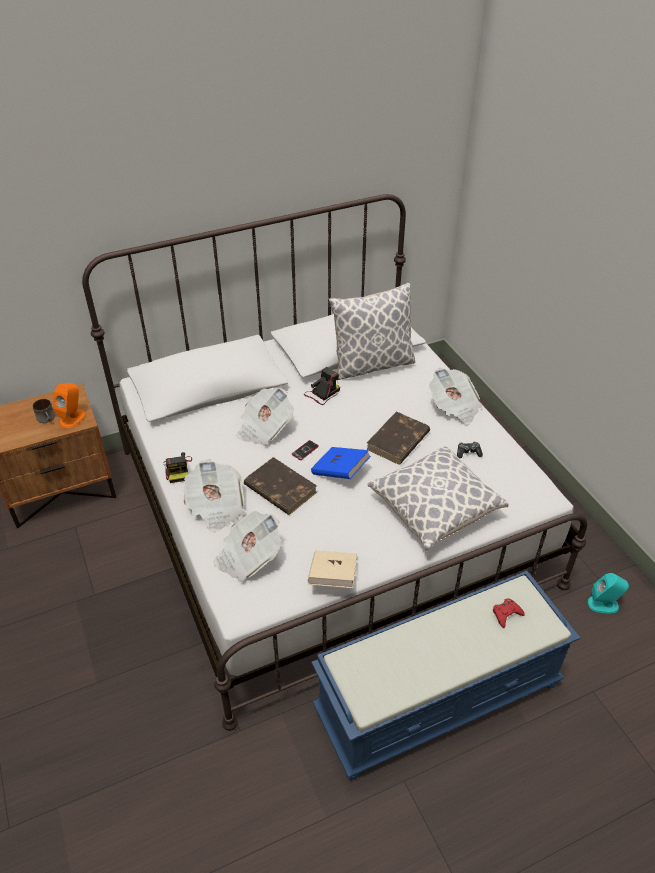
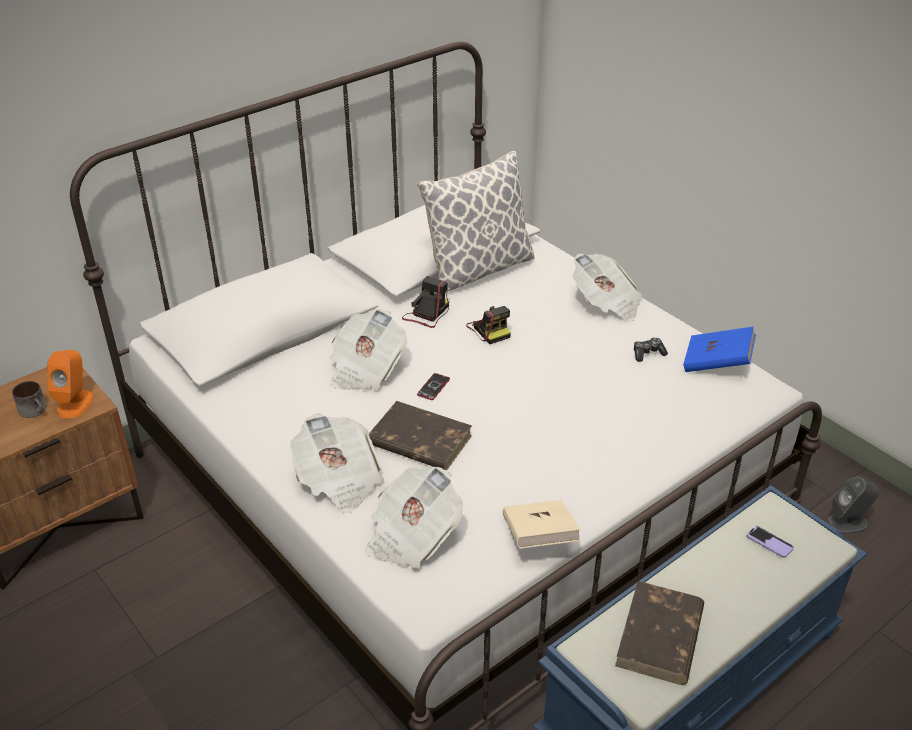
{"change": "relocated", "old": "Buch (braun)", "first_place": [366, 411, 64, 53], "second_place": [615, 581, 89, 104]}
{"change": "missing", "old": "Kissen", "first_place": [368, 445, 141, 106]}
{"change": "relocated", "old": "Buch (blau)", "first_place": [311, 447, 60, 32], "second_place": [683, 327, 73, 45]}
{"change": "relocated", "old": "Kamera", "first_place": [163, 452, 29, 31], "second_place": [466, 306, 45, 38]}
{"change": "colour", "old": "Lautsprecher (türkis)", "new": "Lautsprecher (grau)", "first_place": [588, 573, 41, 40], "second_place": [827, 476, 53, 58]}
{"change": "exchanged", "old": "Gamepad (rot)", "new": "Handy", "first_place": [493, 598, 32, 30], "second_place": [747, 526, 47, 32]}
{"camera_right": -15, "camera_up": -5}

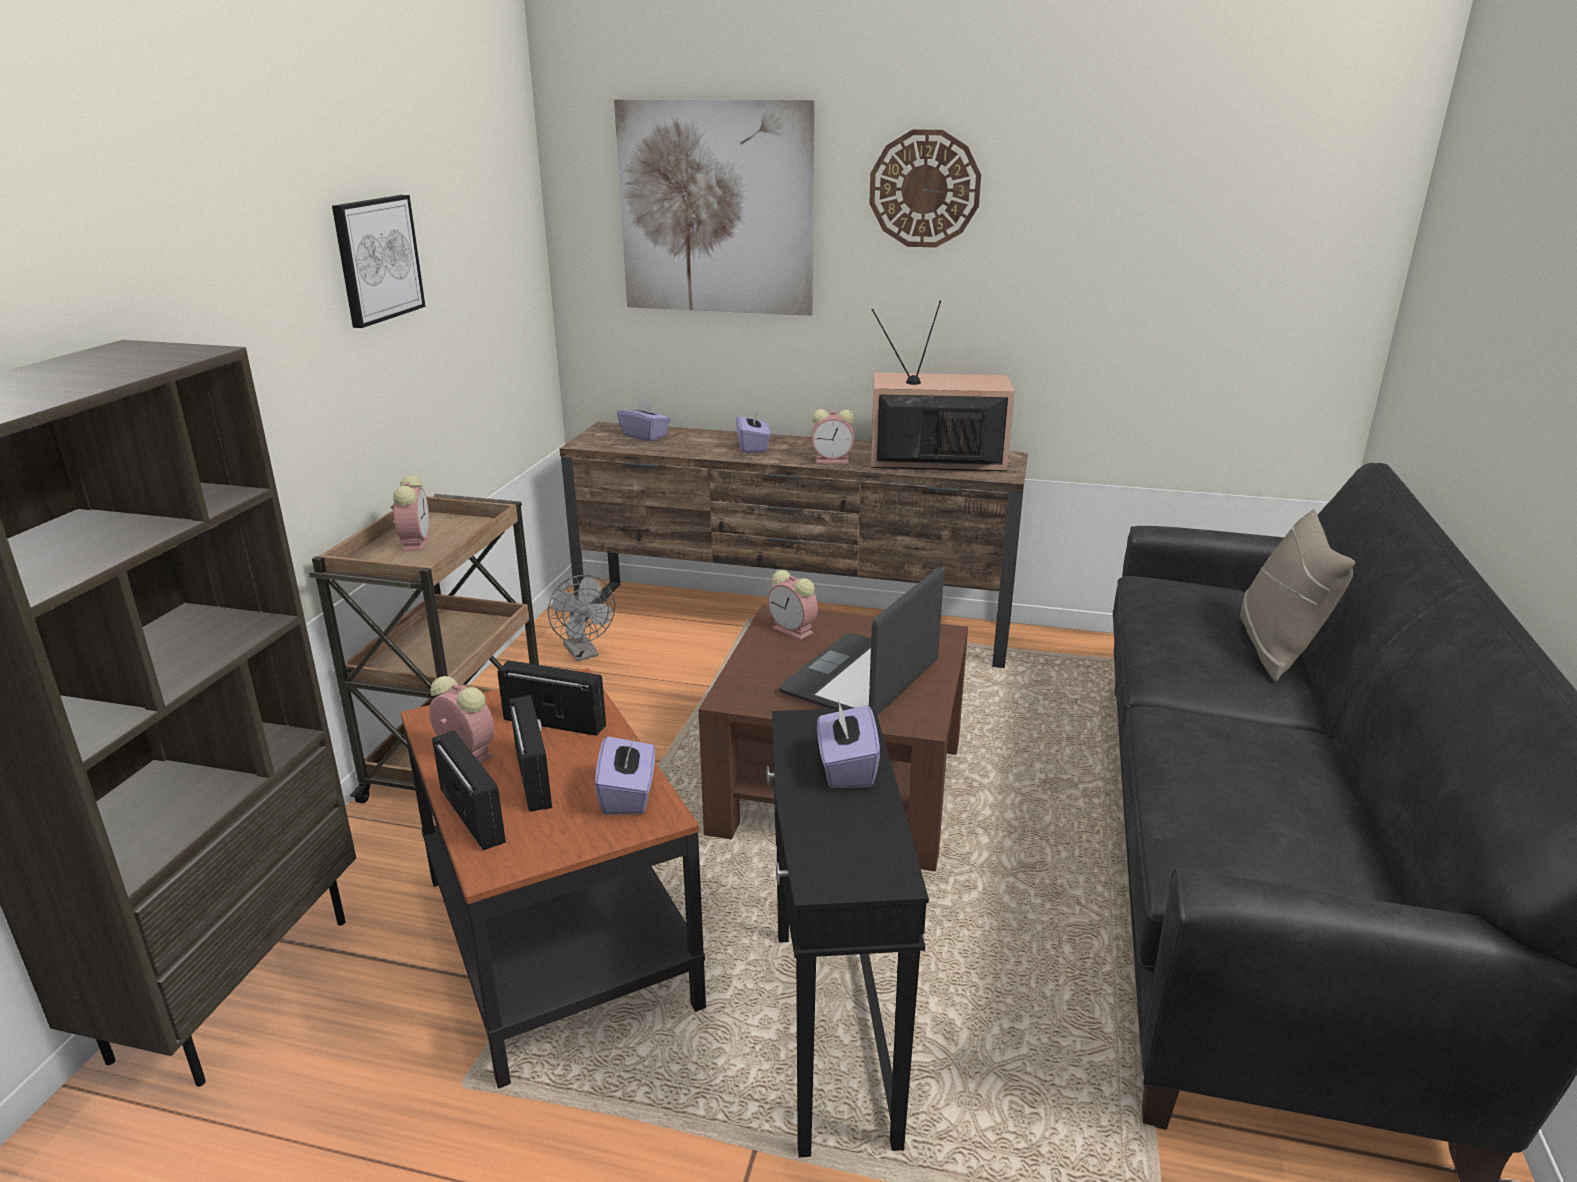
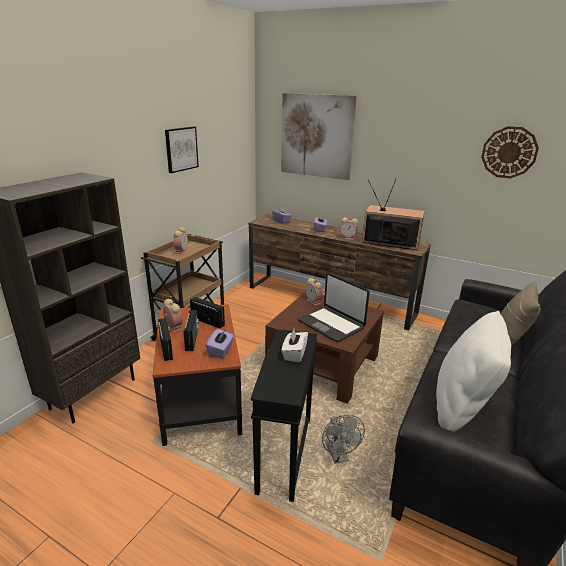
{"change": "relocated", "old": "Wanduhr", "first_place": [869, 130, 112, 118], "second_place": [481, 126, 58, 53]}
{"change": "spun", "old": "Laptop", "first_place": [779, 568, 165, 148], "second_place": [298, 273, 72, 69], "degrees": -90}
{"change": "relocated", "old": "Ventilator (grau)", "first_place": [548, 575, 67, 86], "second_place": [322, 415, 43, 49]}
{"change": "colour", "old": "Taschentuchbox (lila)", "new": "Taschentuchbox (weiß)", "first_place": [817, 702, 63, 86], "second_place": [282, 329, 26, 34]}
{"change": "appeared", "new": "Kissen (weiß)", "second_place": [436, 311, 75, 121]}
{"camera_right": 15, "camera_up": 0}

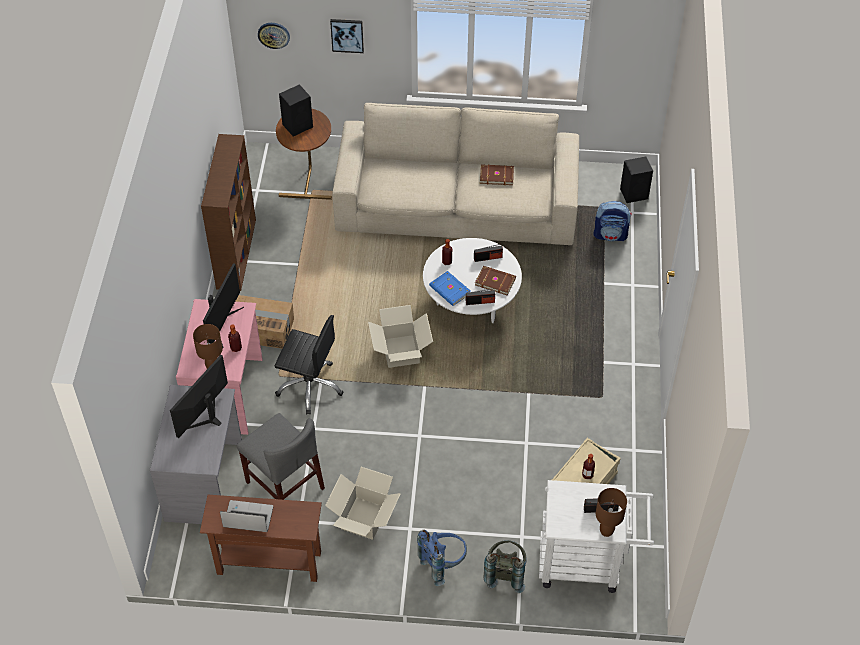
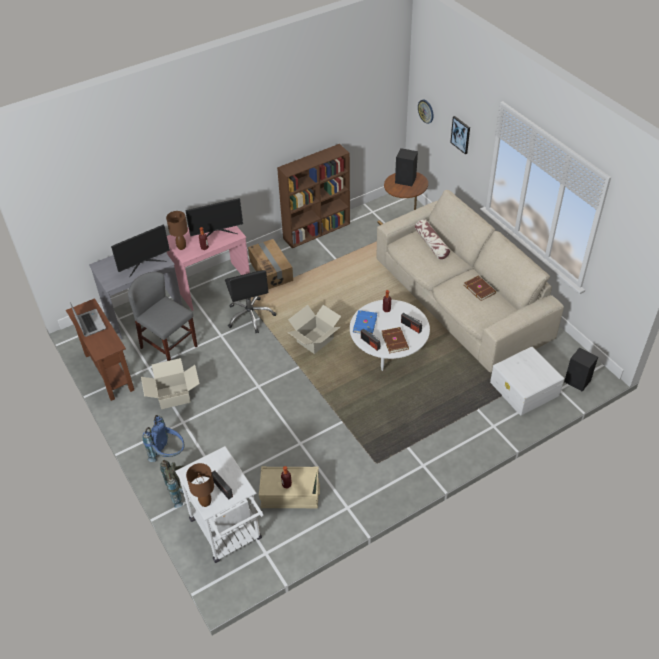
{"change": "exchanged", "old": "Rucksack", "new": "Aufbewahrungsbox (weiß)", "first_place": [593, 201, 39, 40], "second_place": [490, 347, 74, 69]}
{"change": "spun", "old": "Monitor", "first_place": [170, 355, 58, 83], "second_place": [111, 224, 59, 53], "degrees": 150}
{"change": "spun", "old": "Stuhl (grau)", "first_place": [237, 413, 88, 87], "second_place": [128, 272, 70, 89], "degrees": 120}
{"change": "appeared", "new": "Kissen", "second_place": [415, 220, 35, 39]}
{"camera_right": 55, "camera_up": -5}

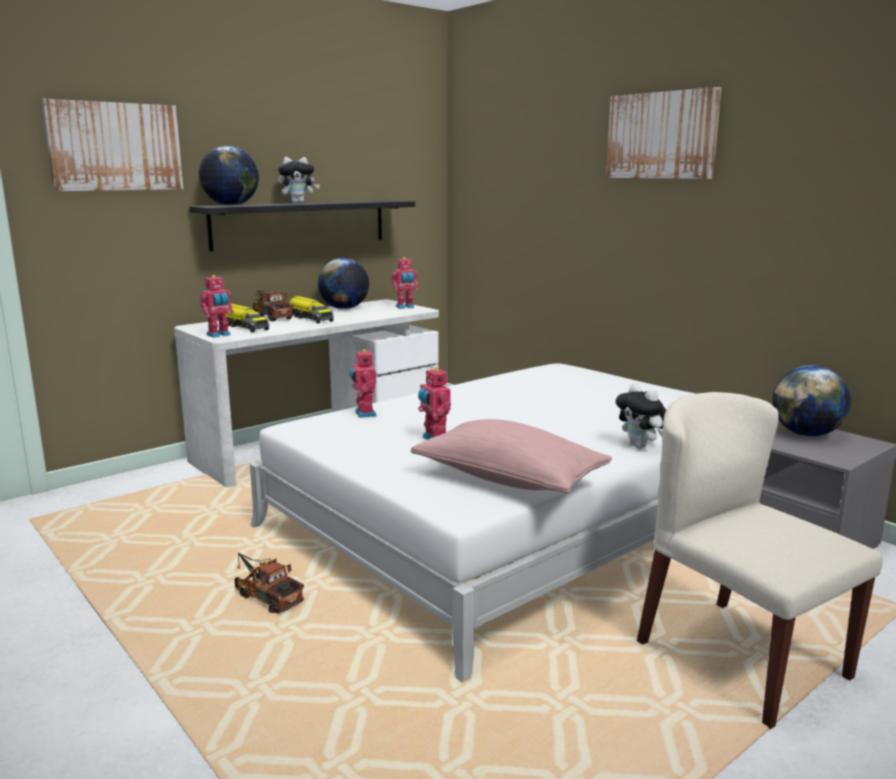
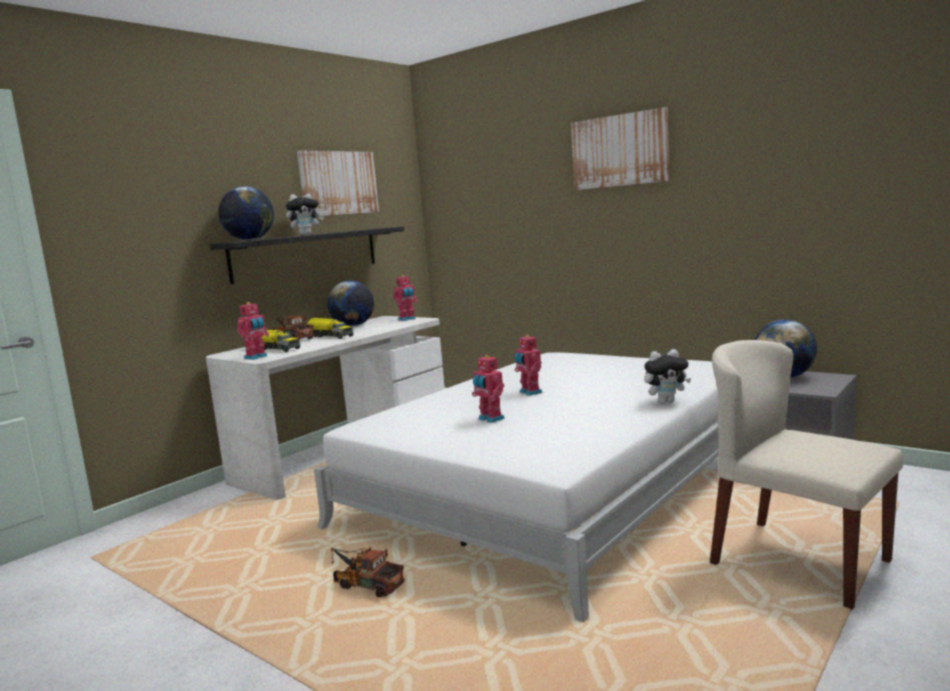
{"change": "relocated", "old": "Bild", "first_place": [41, 99, 142, 92], "second_place": [297, 151, 82, 65]}
{"change": "relocated", "old": "Spielzeugroboter", "first_place": [349, 348, 28, 70], "second_place": [514, 335, 29, 61]}
{"change": "spun", "old": "Plüschtier", "first_place": [615, 383, 51, 66], "second_place": [644, 349, 47, 55], "degrees": -60}
{"change": "missing", "old": "Kissen (rosa)", "first_place": [410, 419, 202, 75]}
{"camera_right": -10, "camera_up": -5}

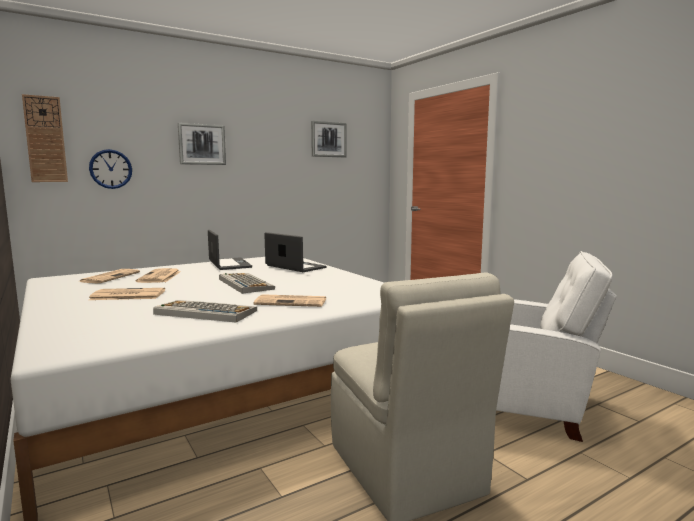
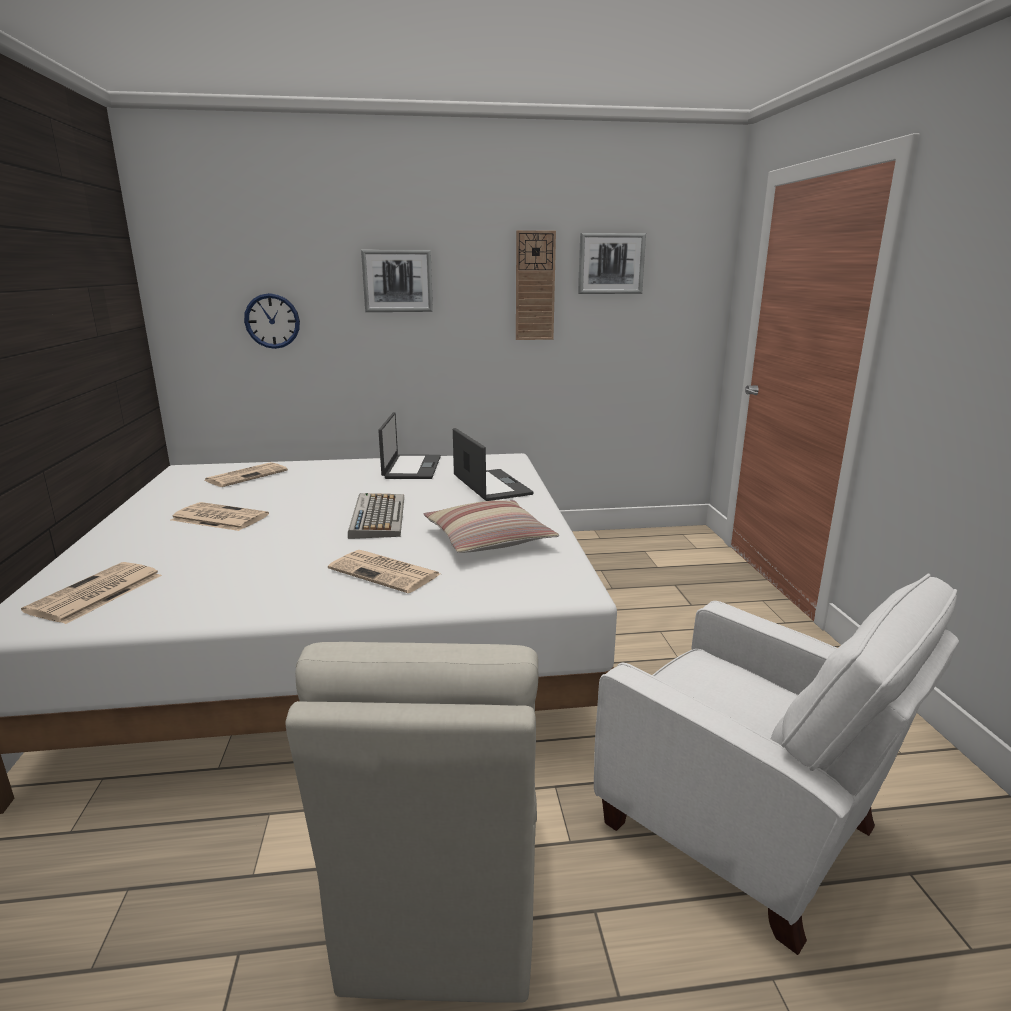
{"change": "relocated", "old": "Wanduhr", "first_place": [22, 94, 46, 88], "second_place": [516, 230, 40, 110]}
{"change": "relocated", "old": "Zeitung", "first_place": [136, 268, 45, 15], "second_place": [21, 562, 141, 62]}
{"change": "missing", "old": "Tastatur", "first_place": [153, 300, 104, 23]}
{"change": "appeared", "new": "Kissen", "second_place": [424, 500, 135, 53]}
{"camera_right": 25, "camera_up": 10}

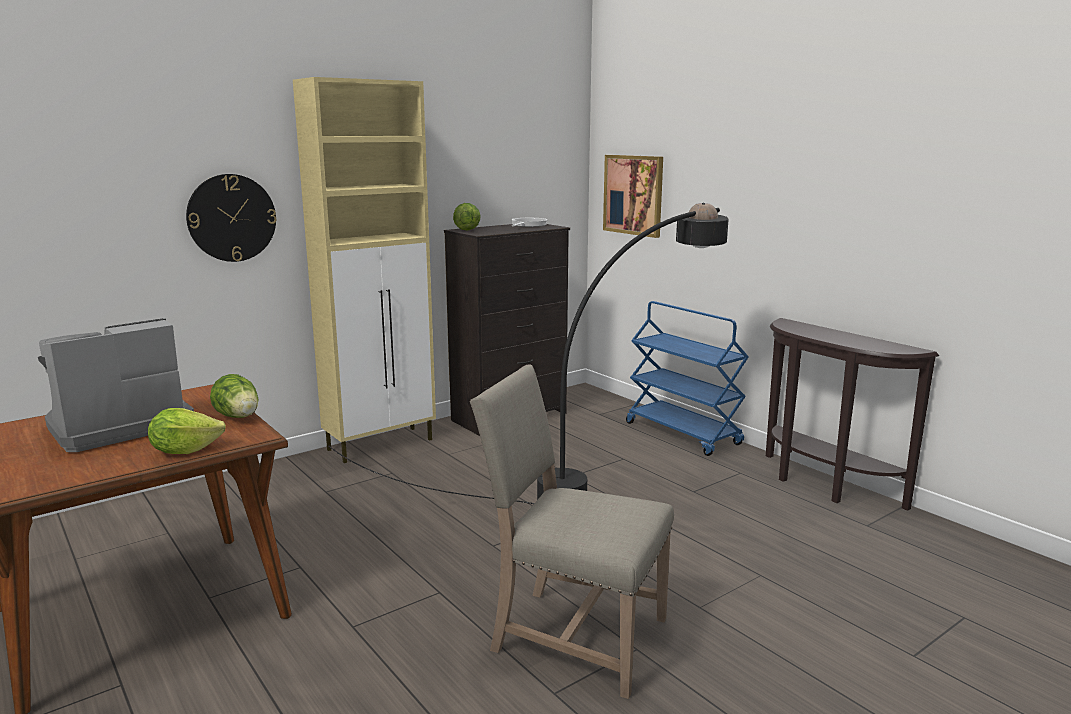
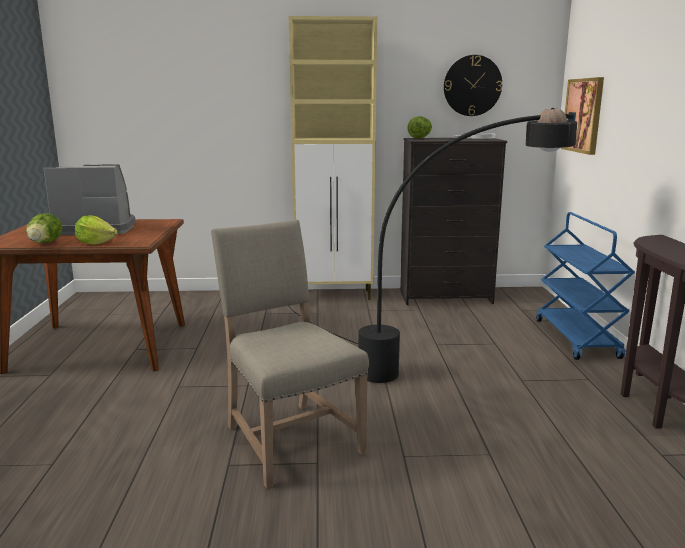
{"change": "relocated", "old": "Wanduhr", "first_place": [186, 174, 91, 88], "second_place": [444, 55, 58, 61]}
{"change": "relocated", "old": "Salatkopf", "first_place": [210, 374, 48, 44], "second_place": [26, 213, 37, 30]}
{"camera_right": 35, "camera_up": 0}

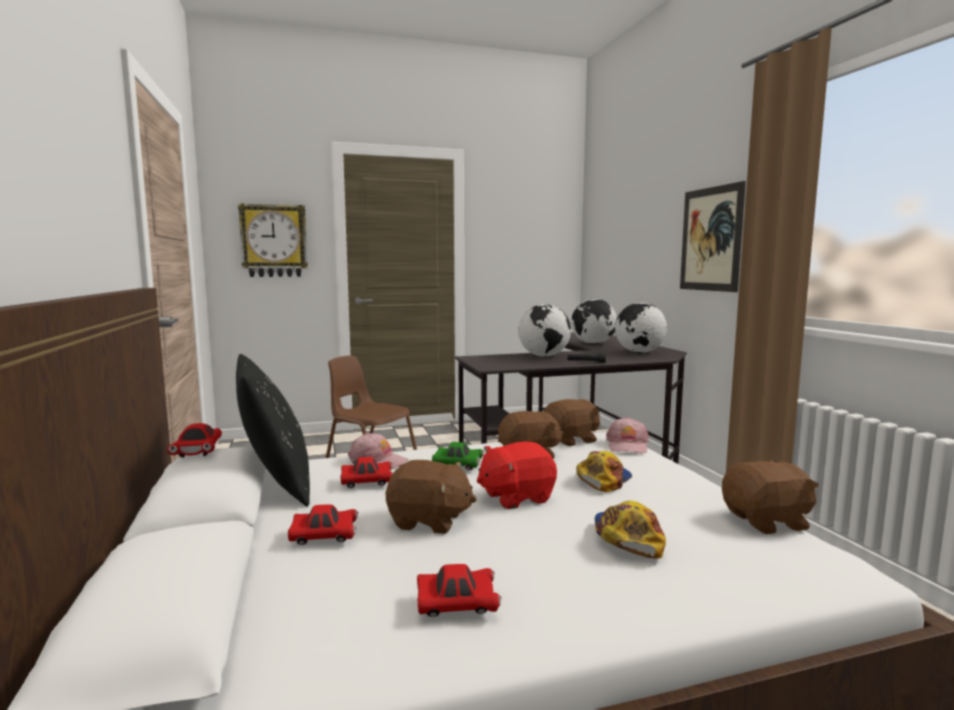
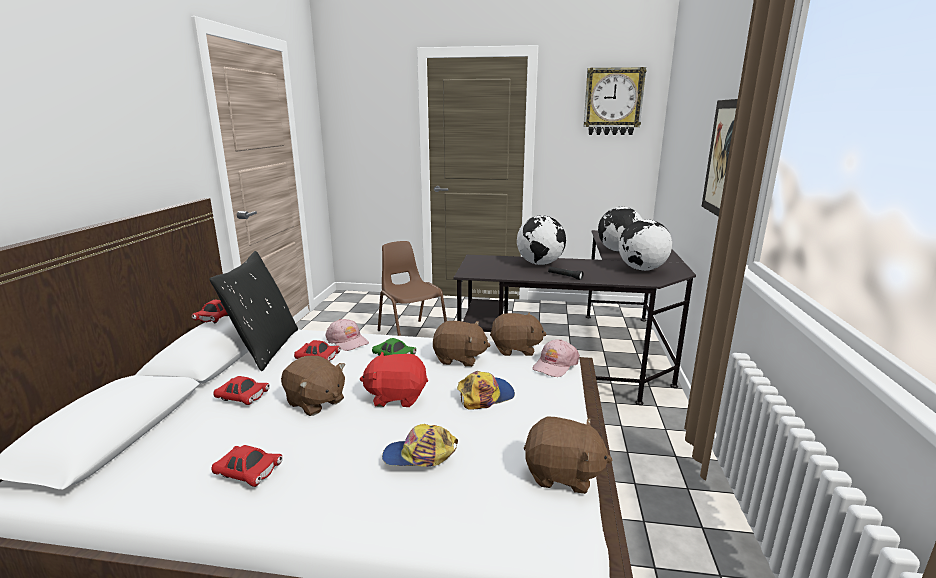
{"change": "relocated", "old": "Wanduhr", "first_place": [238, 203, 70, 74], "second_place": [583, 67, 64, 68]}
{"change": "spun", "old": "Kappe", "first_place": [595, 501, 71, 58], "second_place": [382, 424, 76, 43], "degrees": -120}
{"camera_right": 25, "camera_up": 10}

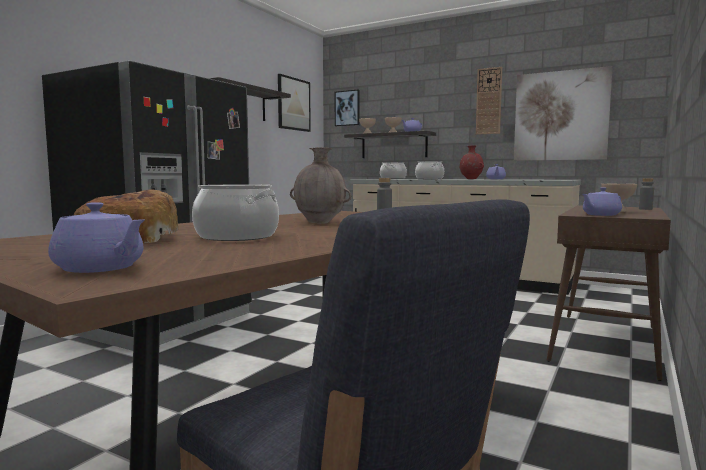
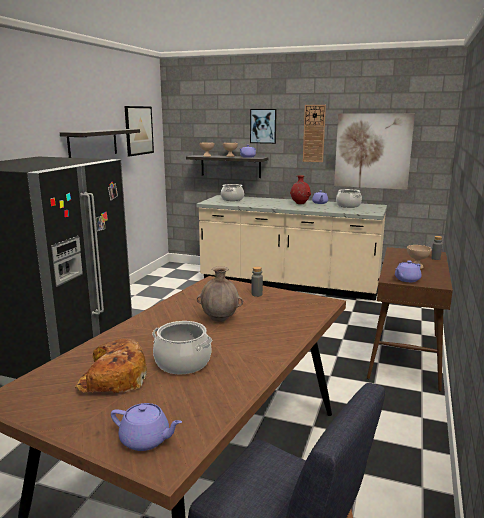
{"change": "relocated", "old": "Bild", "first_place": [335, 89, 25, 37], "second_place": [250, 109, 27, 35]}
{"change": "relocated", "old": "Kochtopf", "first_place": [415, 161, 29, 18], "second_place": [336, 189, 26, 19]}
{"camera_right": -10, "camera_up": 10}

